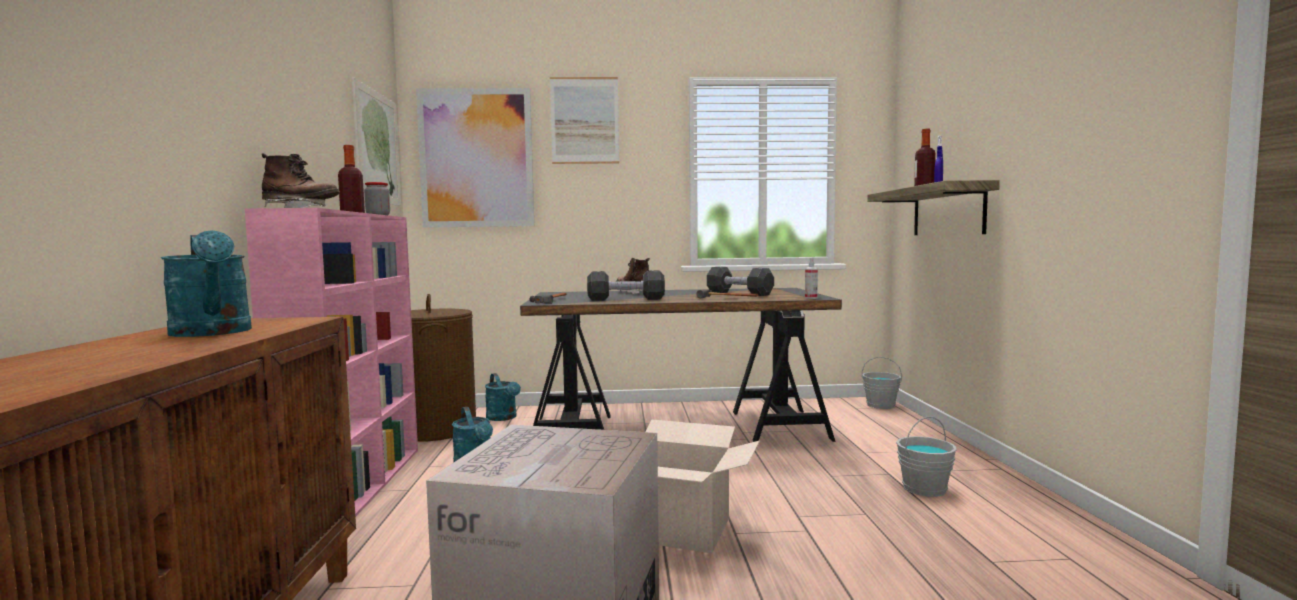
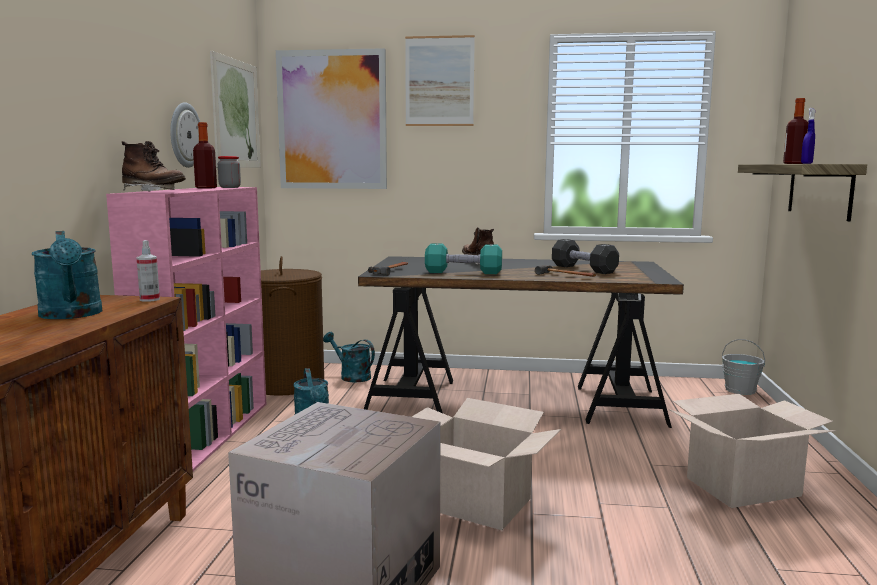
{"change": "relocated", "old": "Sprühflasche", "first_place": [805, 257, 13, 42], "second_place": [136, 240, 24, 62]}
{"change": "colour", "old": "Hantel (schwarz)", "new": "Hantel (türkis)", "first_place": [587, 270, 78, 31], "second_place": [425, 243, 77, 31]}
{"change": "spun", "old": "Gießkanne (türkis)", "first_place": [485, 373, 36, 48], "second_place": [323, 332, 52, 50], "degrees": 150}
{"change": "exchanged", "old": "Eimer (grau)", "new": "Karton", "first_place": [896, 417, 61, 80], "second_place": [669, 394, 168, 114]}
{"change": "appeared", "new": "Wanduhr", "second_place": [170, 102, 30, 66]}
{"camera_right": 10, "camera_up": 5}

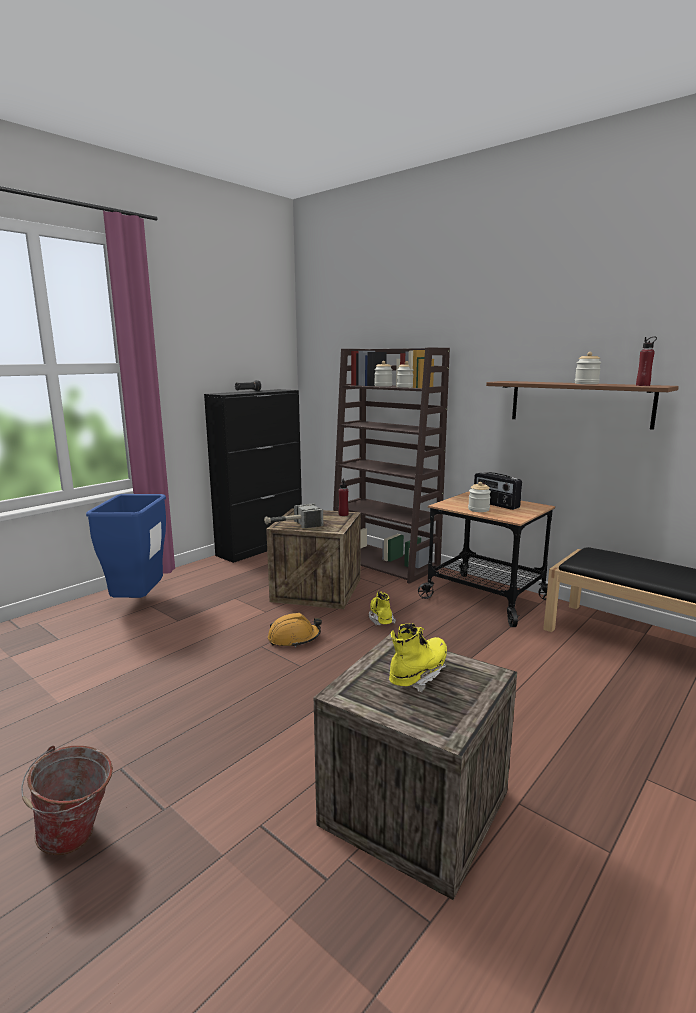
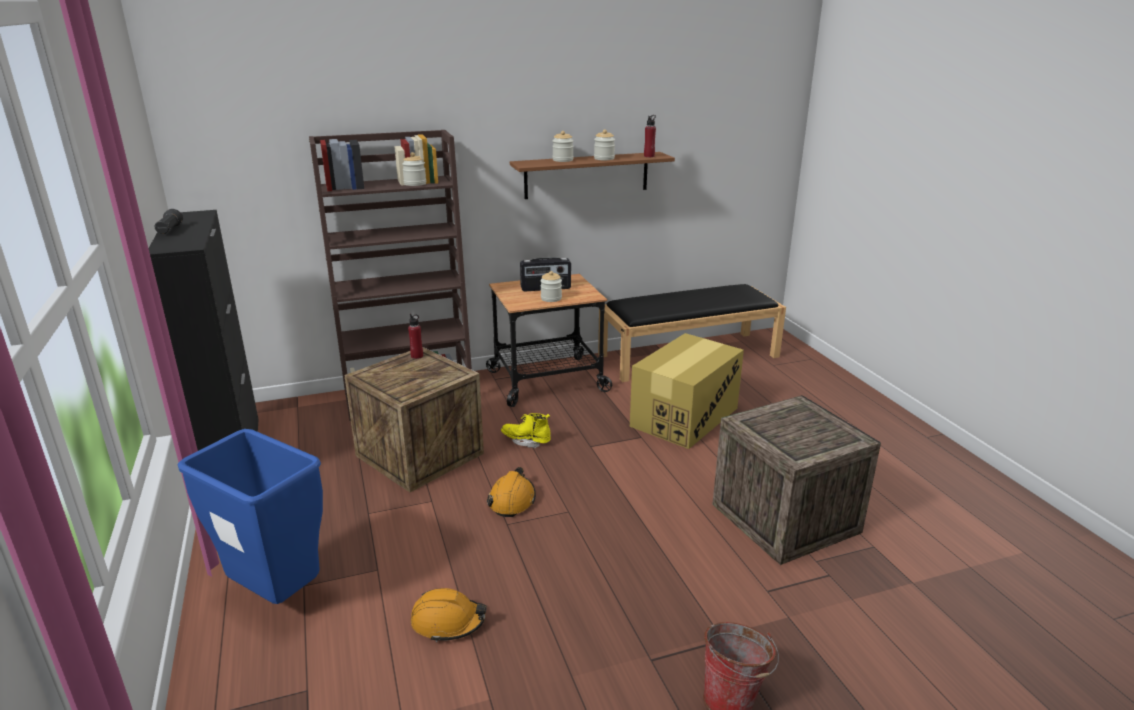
{"change": "relocated", "old": "Vorratsglas", "first_place": [374, 361, 19, 26], "second_place": [552, 131, 22, 31]}
{"change": "missing", "old": "Hammer", "first_place": [264, 504, 59, 24]}
{"change": "missing", "old": "Stiefel (gelb)", "first_place": [389, 623, 58, 69]}
{"change": "appeared", "new": "Karton", "second_place": [630, 333, 114, 116]}
{"change": "appeared", "new": "Schutzhelm (orange)", "second_place": [411, 588, 76, 54]}
{"camera_right": -60, "camera_up": 10}

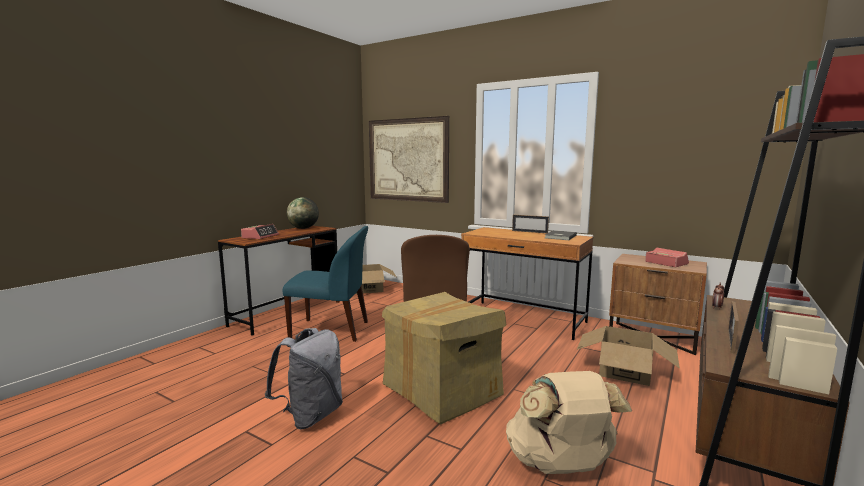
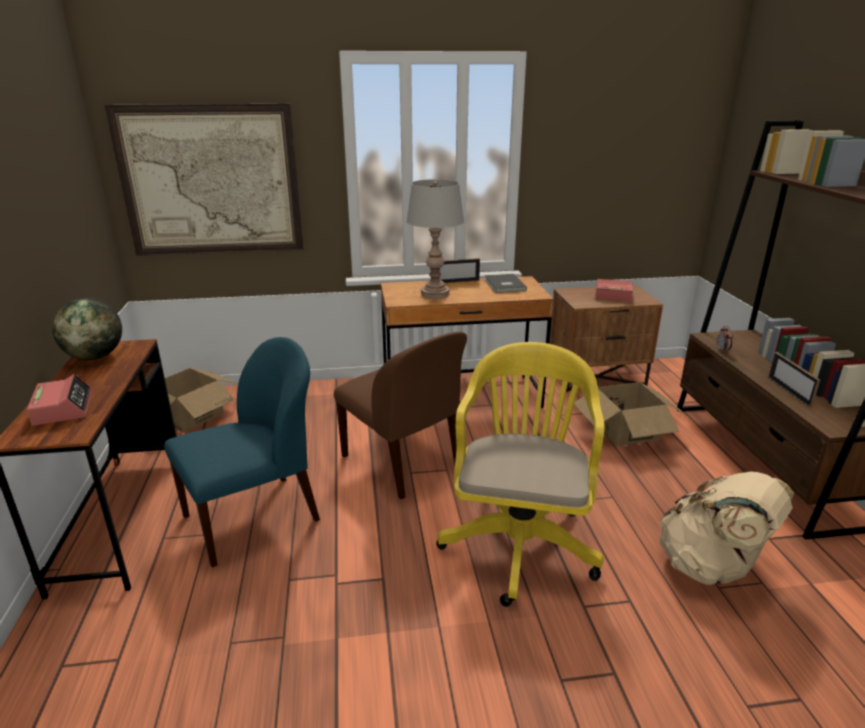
{"change": "exchanged", "old": "Karton", "new": "Bürostuhl (gelb)", "first_place": [382, 292, 124, 132], "second_place": [436, 342, 168, 265]}
{"change": "missing", "old": "Rucksack (grau)", "first_place": [265, 328, 78, 101]}
{"change": "appeared", "new": "Tischlampe (grau)", "second_place": [406, 179, 58, 120]}
{"camera_right": -40, "camera_up": 15}

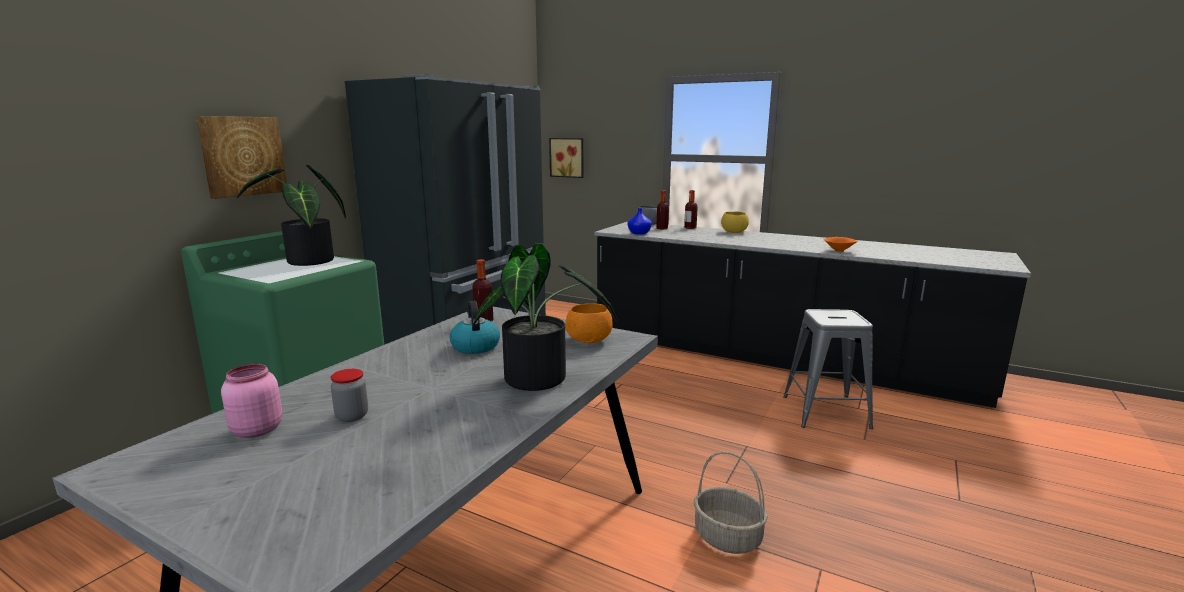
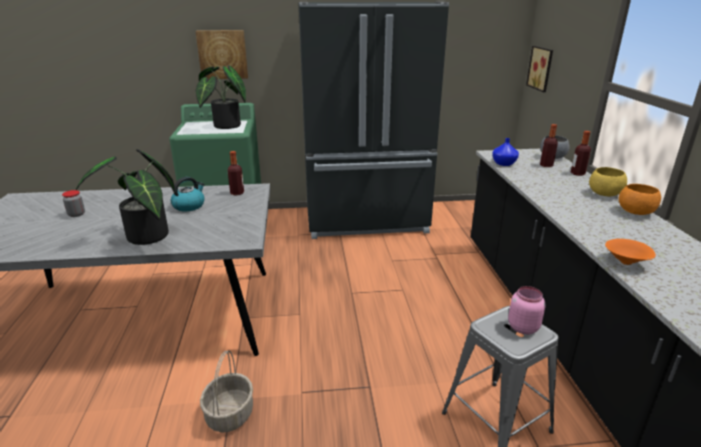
{"change": "relocated", "old": "Schüssel (orange)", "first_place": [565, 303, 48, 40], "second_place": [619, 184, 42, 31]}
{"change": "relocated", "old": "Vorratsglas (rosa)", "first_place": [221, 364, 61, 74], "second_place": [508, 286, 38, 48]}
{"camera_right": 55, "camera_up": 10}

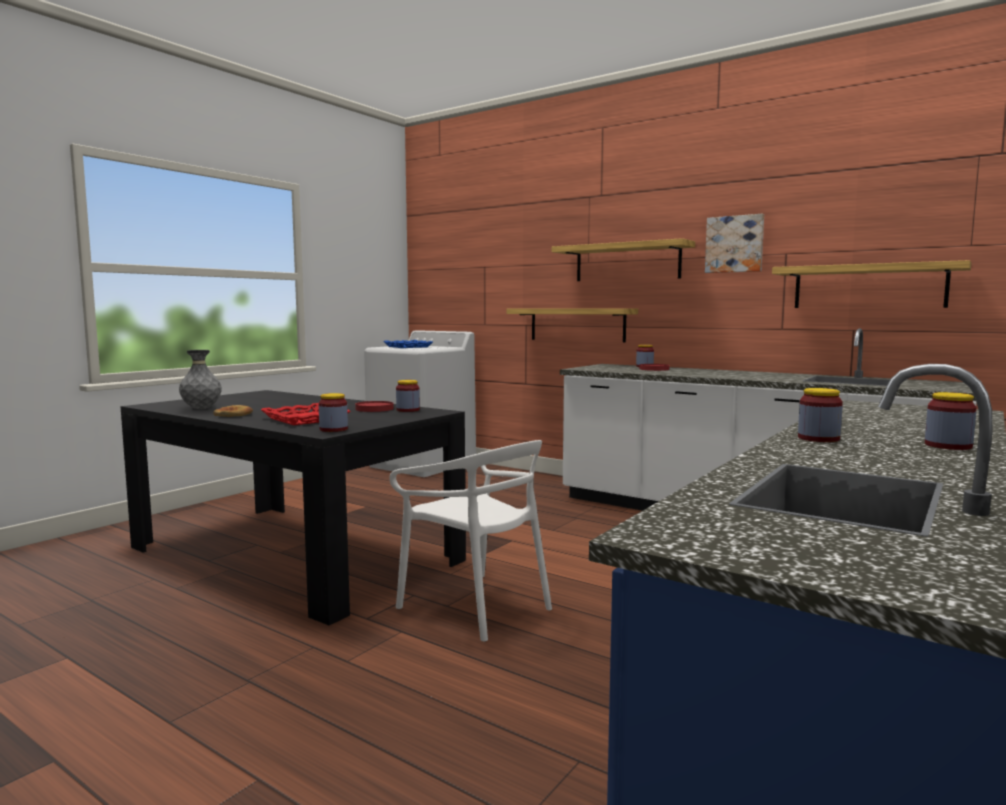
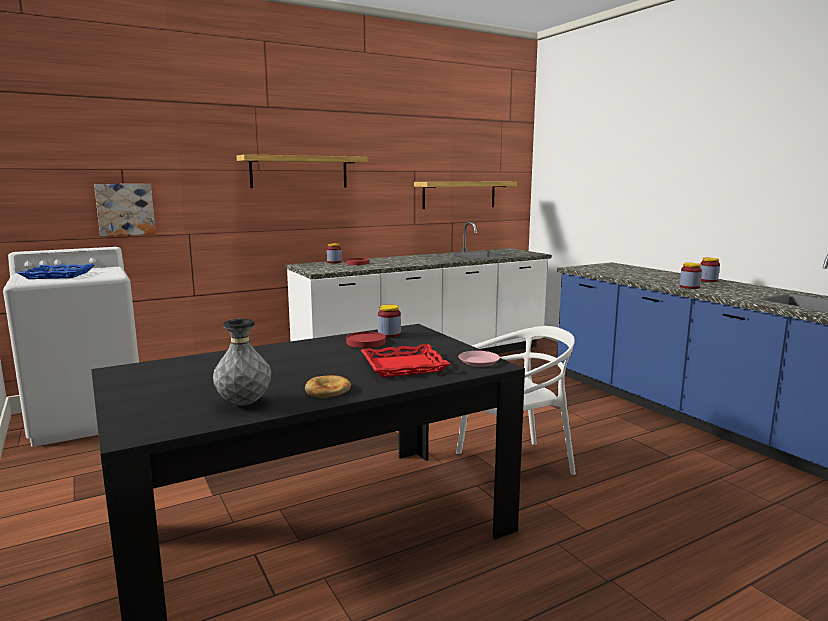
{"change": "relocated", "old": "Bild", "first_place": [705, 214, 59, 59], "second_place": [94, 184, 62, 52]}
{"change": "missing", "old": "Wandregal", "first_place": [506, 308, 132, 34]}
{"change": "exchanged", "old": "Vorratsglas", "new": "Teller (rosa)", "first_place": [319, 393, 29, 39], "second_place": [459, 351, 41, 16]}
{"camera_right": -65, "camera_up": 5}

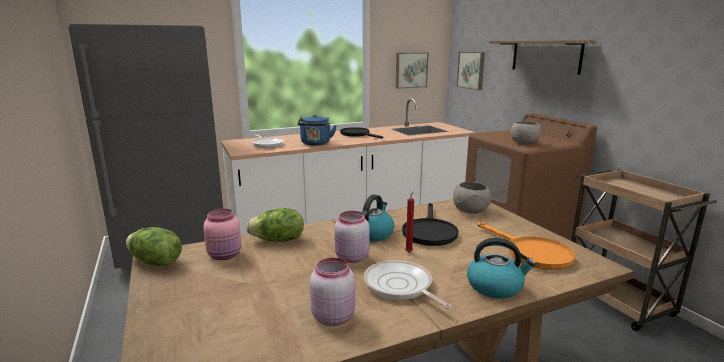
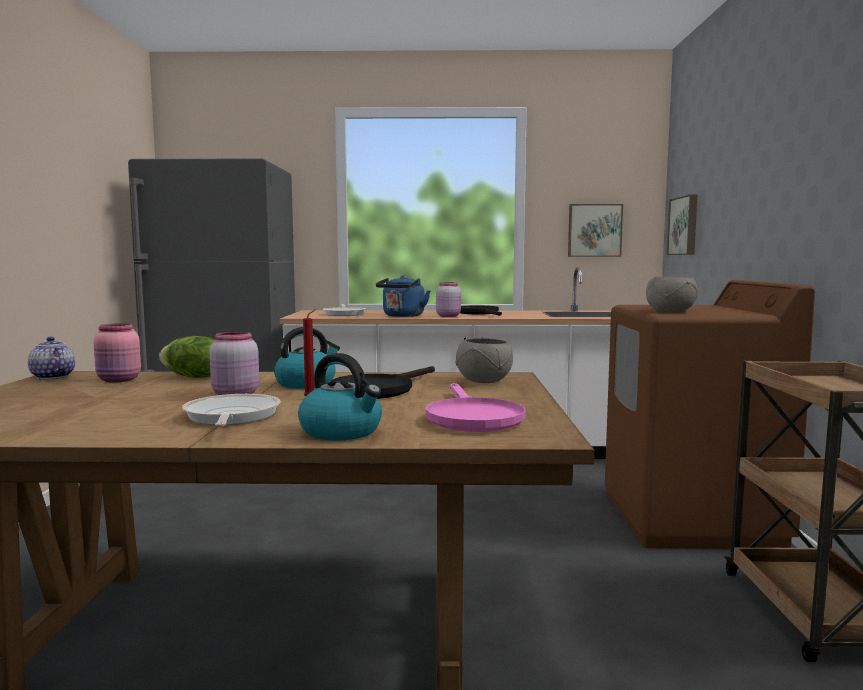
{"change": "missing", "old": "Wandregal", "first_place": [489, 40, 107, 35]}
{"change": "colour", "old": "Pfanne (orange)", "new": "Pfanne (rosa)", "first_place": [478, 222, 97, 48], "second_place": [426, 383, 100, 49]}
{"change": "exchanged", "old": "Salatkopf", "new": "Teekanne", "first_place": [126, 227, 56, 39], "second_place": [28, 337, 47, 42]}
{"change": "relocated", "old": "Vorratsglas (rosa)", "first_place": [310, 258, 45, 68], "second_place": [436, 282, 25, 35]}
{"camera_right": 25, "camera_up": -10}

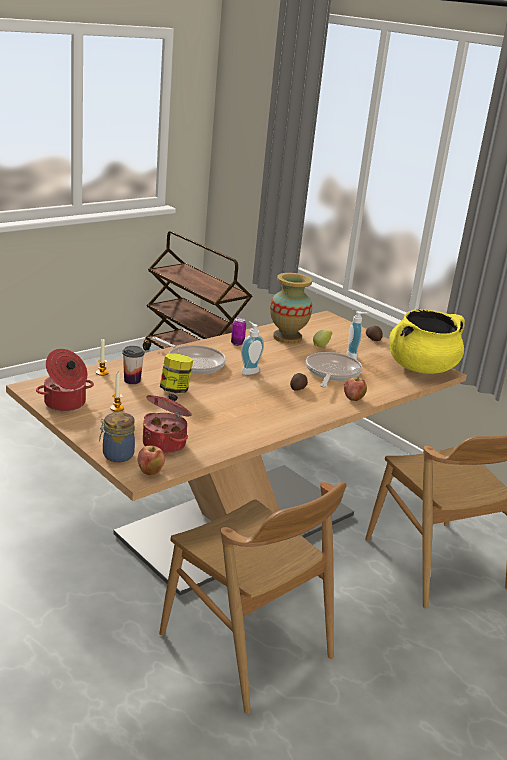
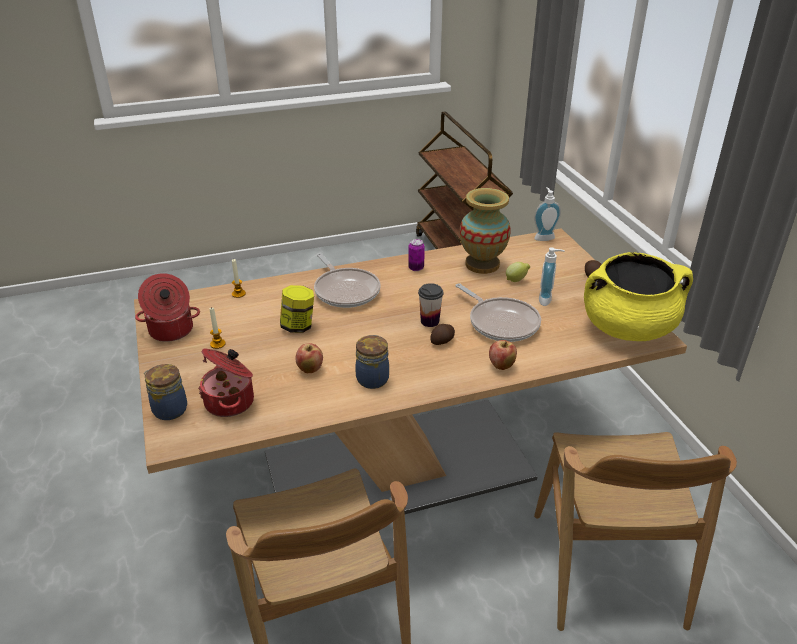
{"change": "relocated", "old": "Seifenspender", "first_place": [241, 321, 23, 54], "second_place": [534, 187, 27, 54]}
{"change": "relocated", "old": "Tasse", "first_place": [122, 346, 22, 38], "second_place": [418, 283, 25, 44]}
{"change": "spun", "old": "Pfanne", "first_place": [306, 352, 56, 36], "second_place": [455, 283, 86, 59], "degrees": 105}
{"change": "relocated", "old": "Apfel", "first_place": [138, 446, 27, 29], "second_place": [295, 343, 28, 30]}
{"change": "appeared", "new": "Vorratsglas", "second_place": [355, 335, 34, 54]}
{"camera_right": 25, "camera_up": 10}

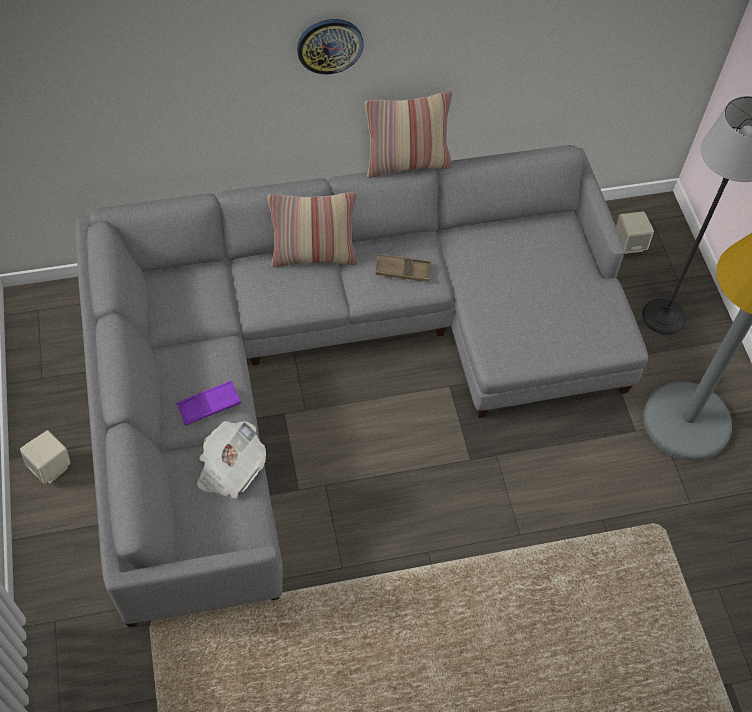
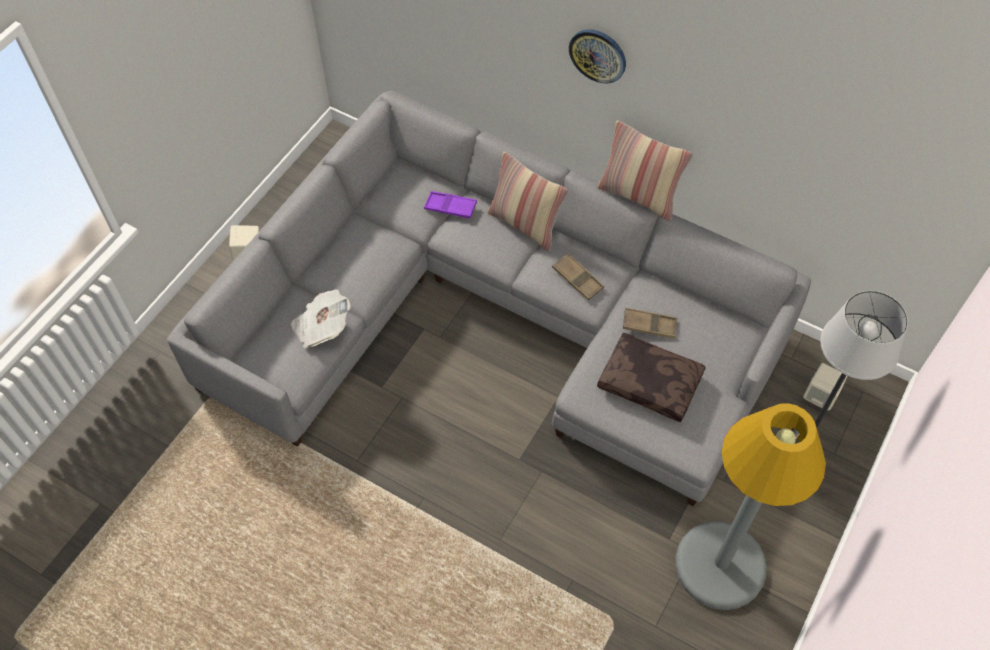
{"change": "relocated", "old": "Tablett (lila)", "first_place": [176, 380, 65, 46], "second_place": [424, 191, 53, 27]}
{"change": "appeared", "new": "Tablett (braun)", "second_place": [623, 308, 54, 31]}
{"change": "appeared", "new": "Kissen (braun)", "second_place": [597, 332, 108, 90]}
{"camera_right": 45, "camera_up": 0}

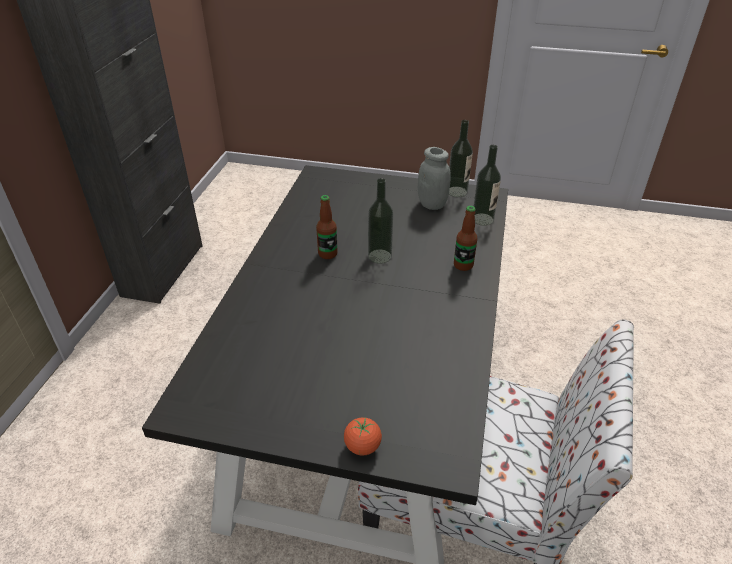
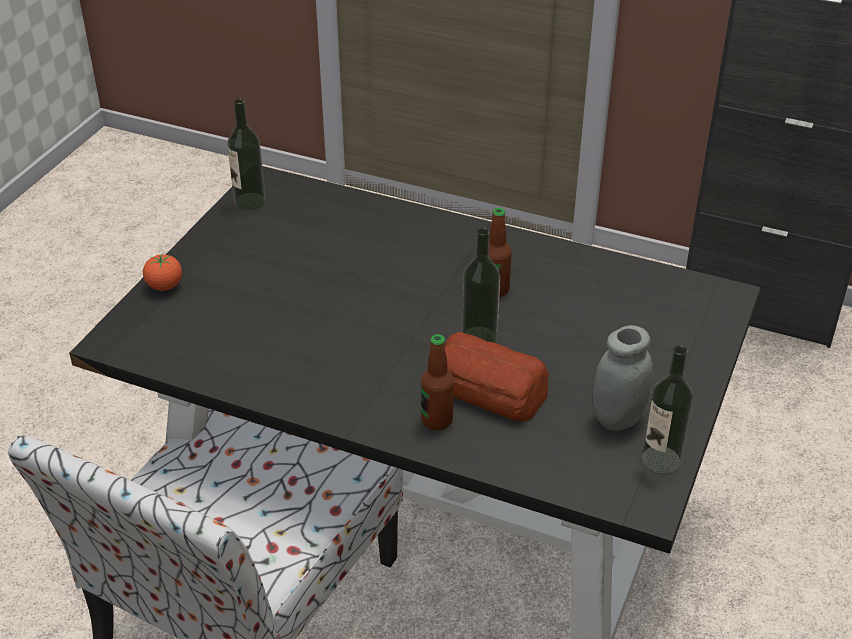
{"change": "relocated", "old": "Flasche", "first_place": [474, 145, 27, 81], "second_place": [227, 98, 39, 112]}
{"change": "appeared", "new": "Brot", "second_place": [445, 332, 104, 90]}
{"camera_right": 100, "camera_up": 0}

